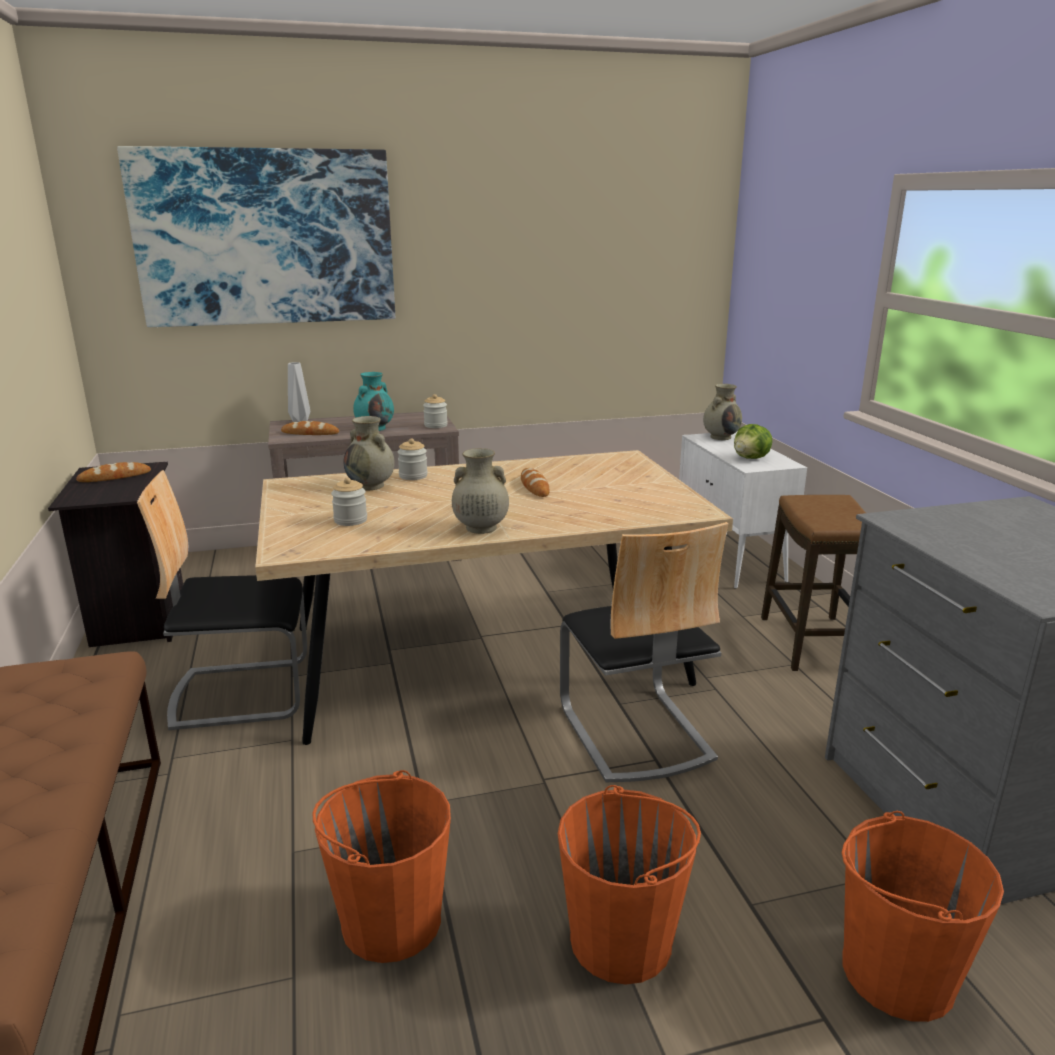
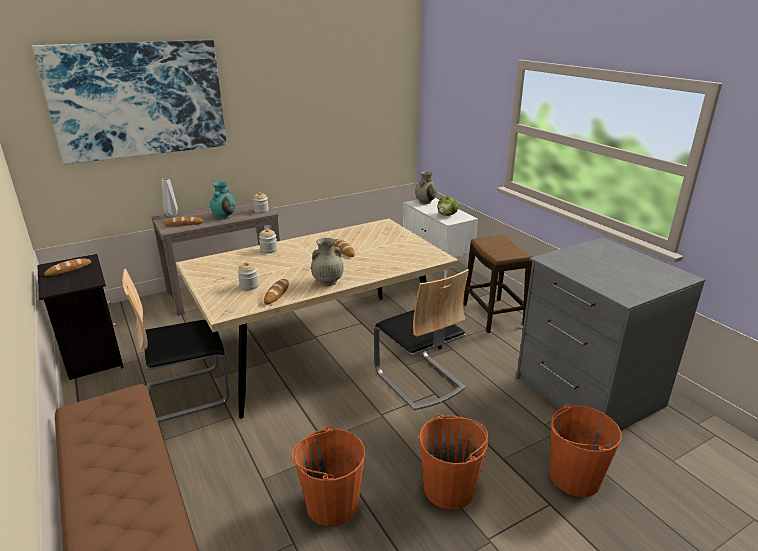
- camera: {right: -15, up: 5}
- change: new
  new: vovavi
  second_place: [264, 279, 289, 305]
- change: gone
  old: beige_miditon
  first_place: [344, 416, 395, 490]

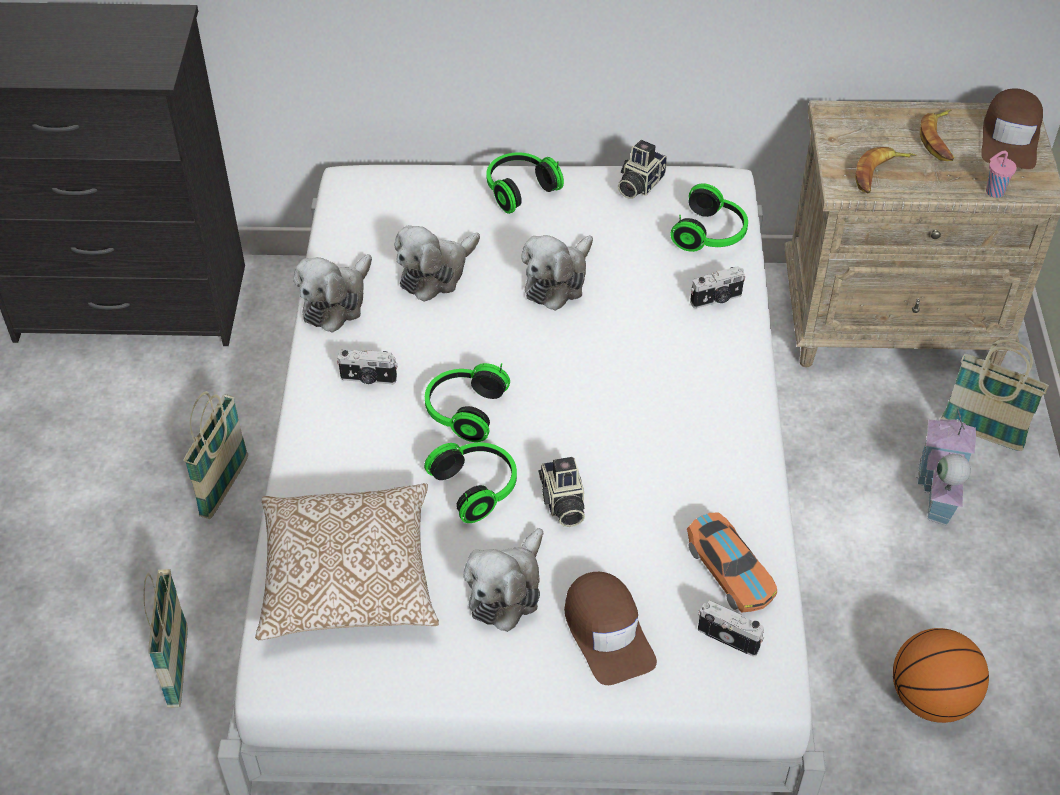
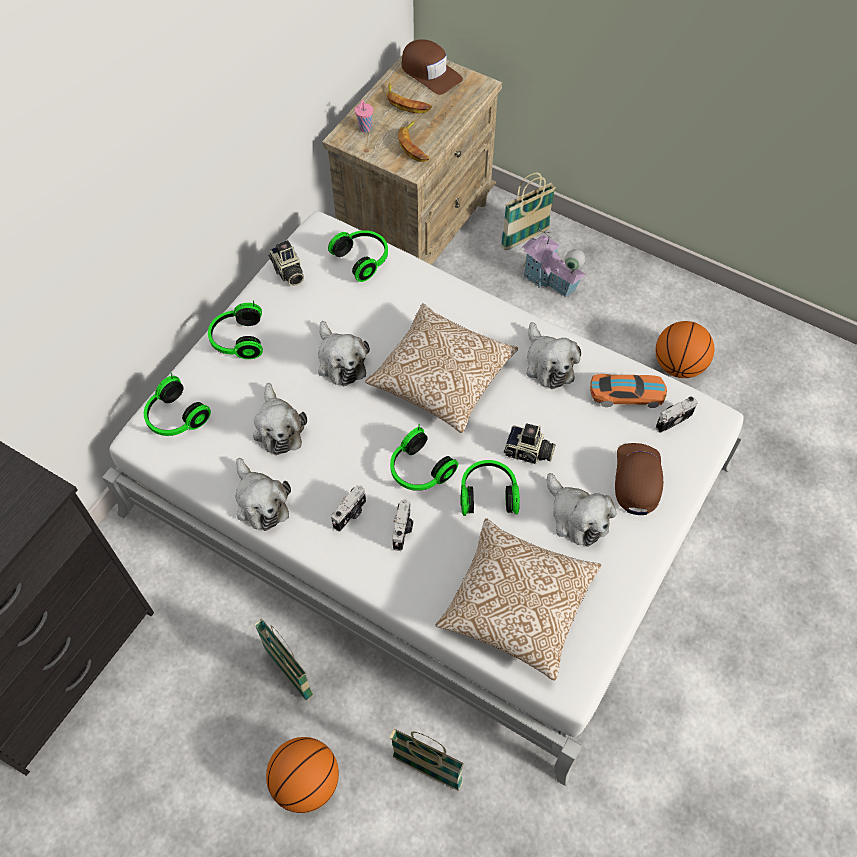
- camera: {right: -60, up: 10}
- change: new
  new: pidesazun
  second_place: [144, 372, 211, 436]
- change: new
  new: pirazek
  second_place: [266, 737, 339, 813]
- change: shifted
  old: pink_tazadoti
  first_place: [986, 151, 1017, 198]
  second_place: [355, 100, 373, 132]
- change: new
  new: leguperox
  second_place: [365, 303, 518, 433]
- change: shifted
  old: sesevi
  first_place: [690, 266, 745, 308]
  second_place: [392, 499, 413, 551]
- change: new
  new: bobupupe
  second_place: [526, 322, 581, 389]
- change: rotated
  old: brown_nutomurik
  first_place: [564, 572, 657, 685]
  second_place: [615, 443, 663, 515]
  degrees: -90

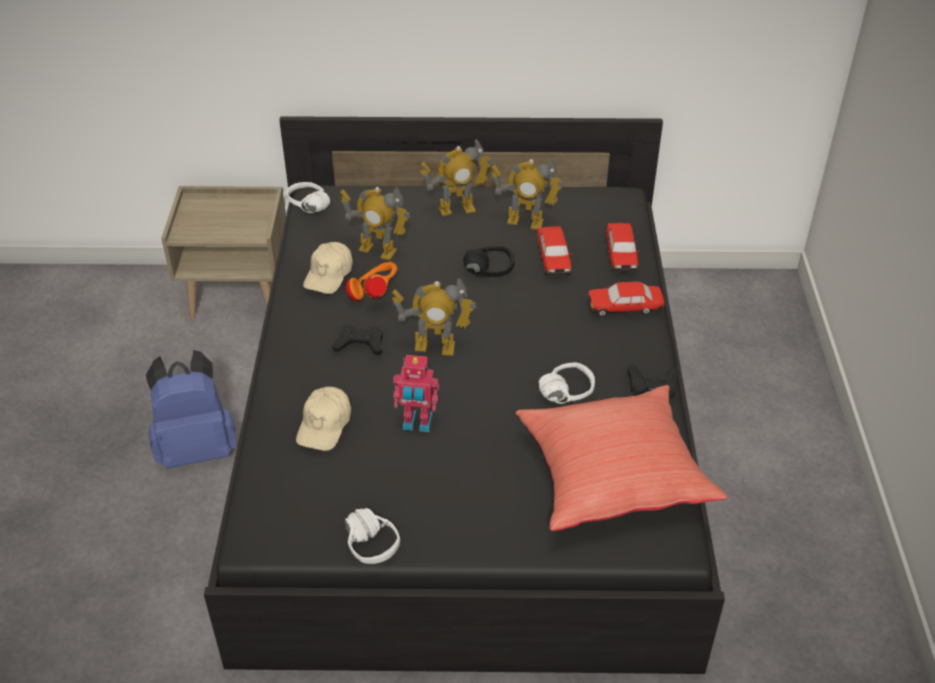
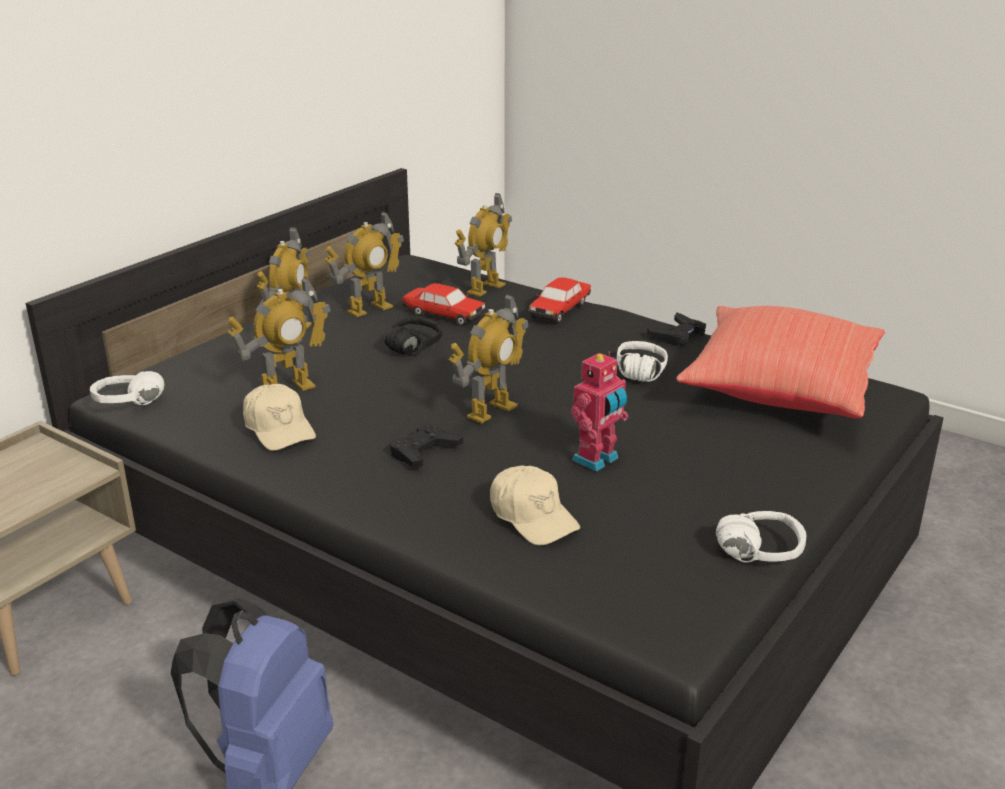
- camera: {right: -55, up: -15}
- change: swapped
  old: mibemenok
  new: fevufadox
  first_place: [606, 223, 640, 271]
  second_place: [455, 193, 512, 297]
- change: gone
  old: orange_pidesazun
  first_place: [345, 262, 398, 301]

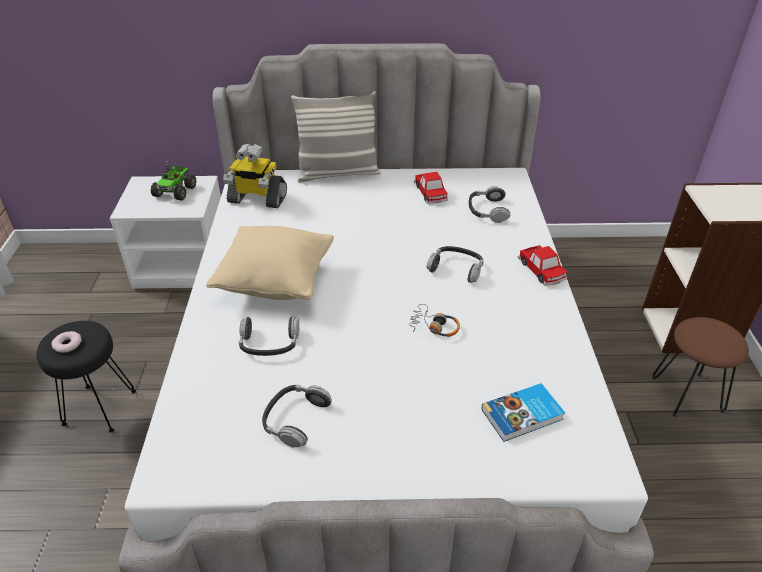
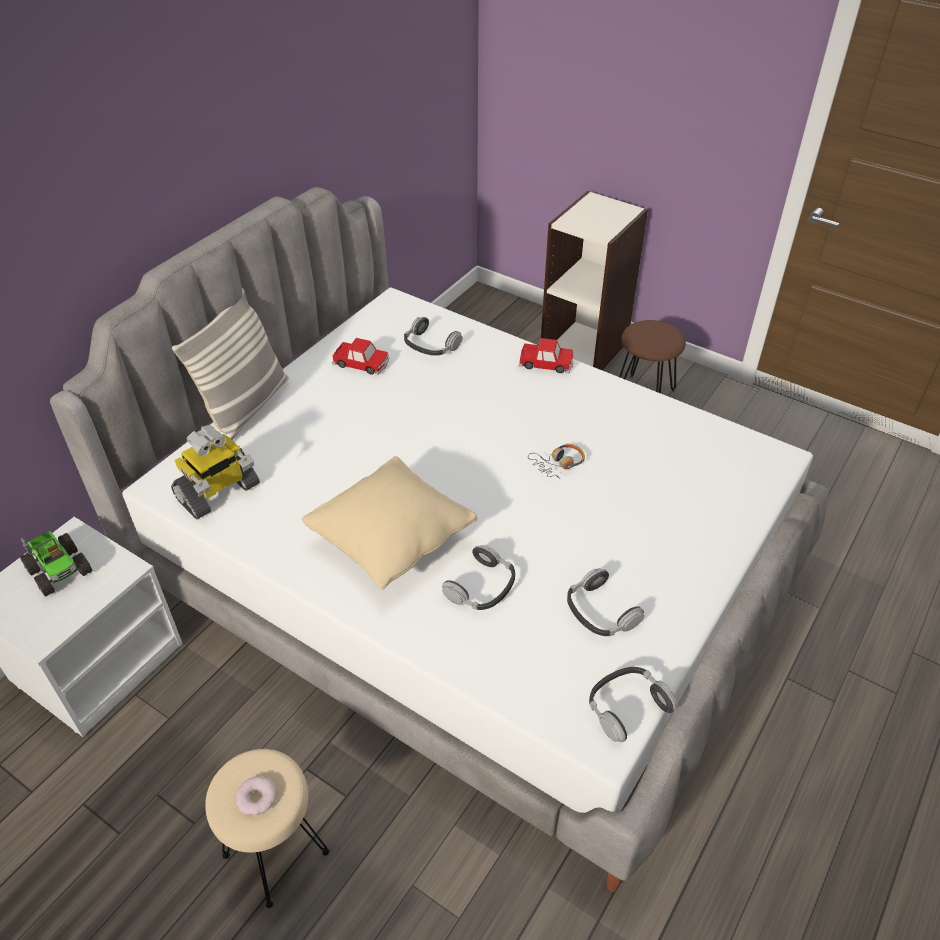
- camera: {right: -55, up: 5}
- change: repainted
  old: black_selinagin
  new: beige_selinagin
  first_place: [37, 321, 136, 432]
  second_place: [205, 749, 329, 908]
- change: shifted
  old: pidesazun
  first_place: [427, 246, 484, 283]
  second_place: [589, 667, 677, 742]
- change: gone
  old: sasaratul
  first_place: [482, 383, 565, 442]

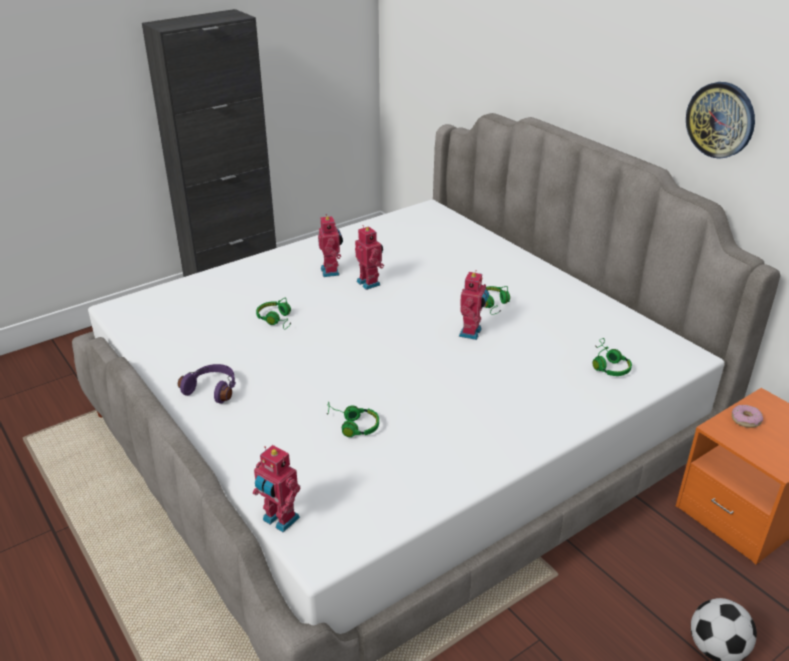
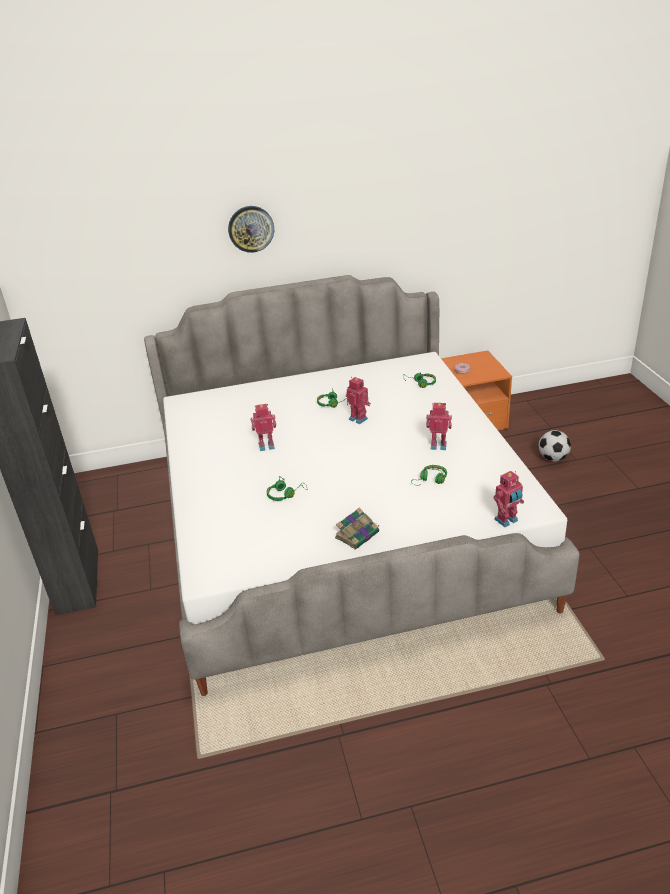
- camera: {right: -65, up: 0}
- change: shifted
  old: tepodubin
  first_place: [686, 82, 755, 159]
  second_place: [228, 206, 274, 253]
- change: swapped
  old: purple_pidesazun
  new: sasaratul
  first_place: [178, 364, 236, 404]
  second_place: [335, 507, 380, 549]
- change: shifted
  old: fevufadox
  first_place: [318, 214, 343, 277]
  second_place: [426, 403, 452, 450]

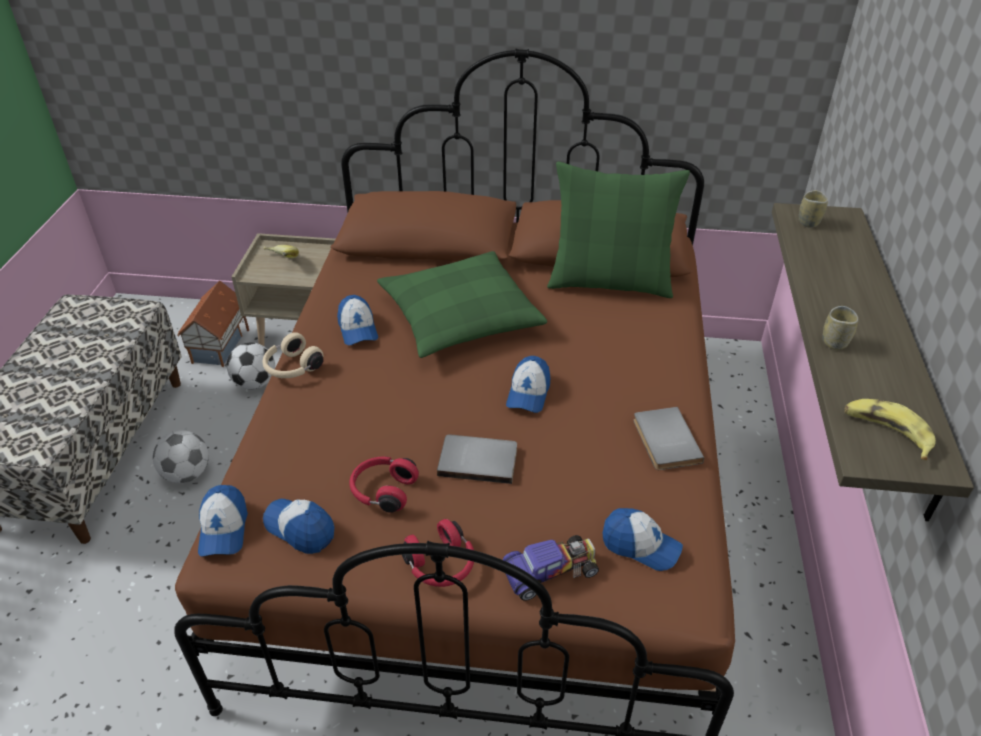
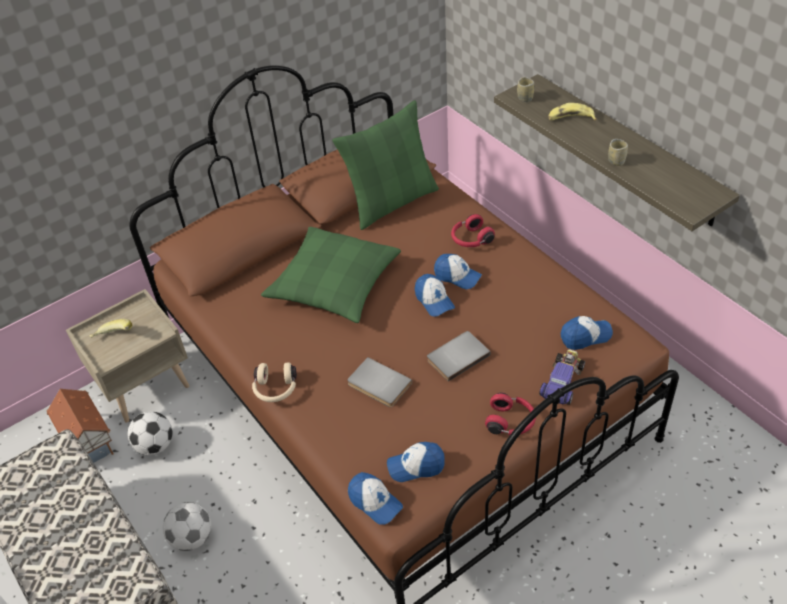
- camera: {right: -40, up: 5}
- change: shifted
  old: grey_sasaratul
  first_place: [633, 407, 704, 470]
  second_place: [347, 357, 412, 407]
- change: shifted
  old: nutomurik
  first_place: [337, 295, 378, 345]
  second_place: [434, 254, 482, 289]
- change: shifted
  old: red_pidesazun
  first_place: [350, 457, 419, 513]
  second_place: [451, 214, 495, 247]
- change: shifted
  old: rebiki
  first_place: [845, 399, 936, 460]
  second_place: [548, 103, 597, 120]

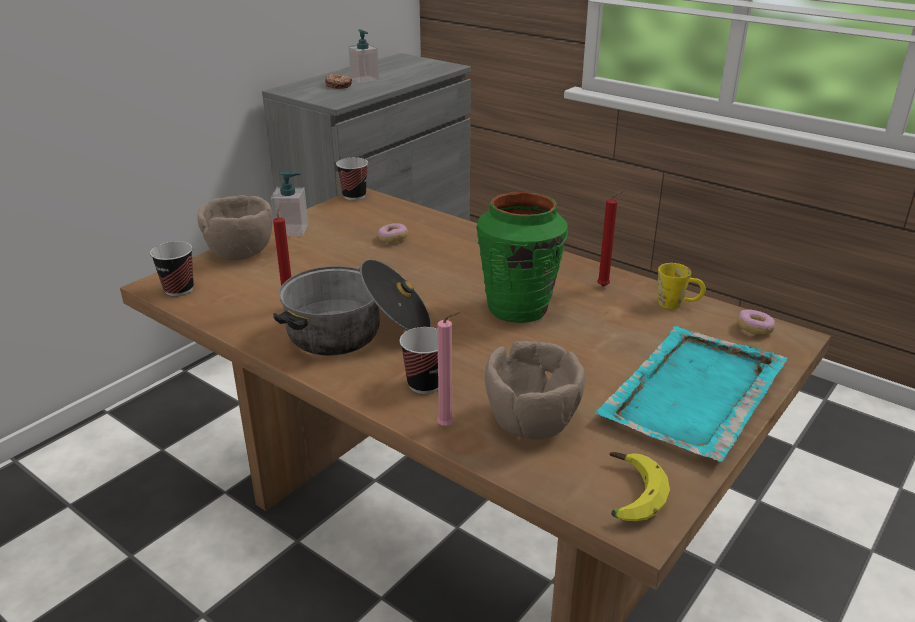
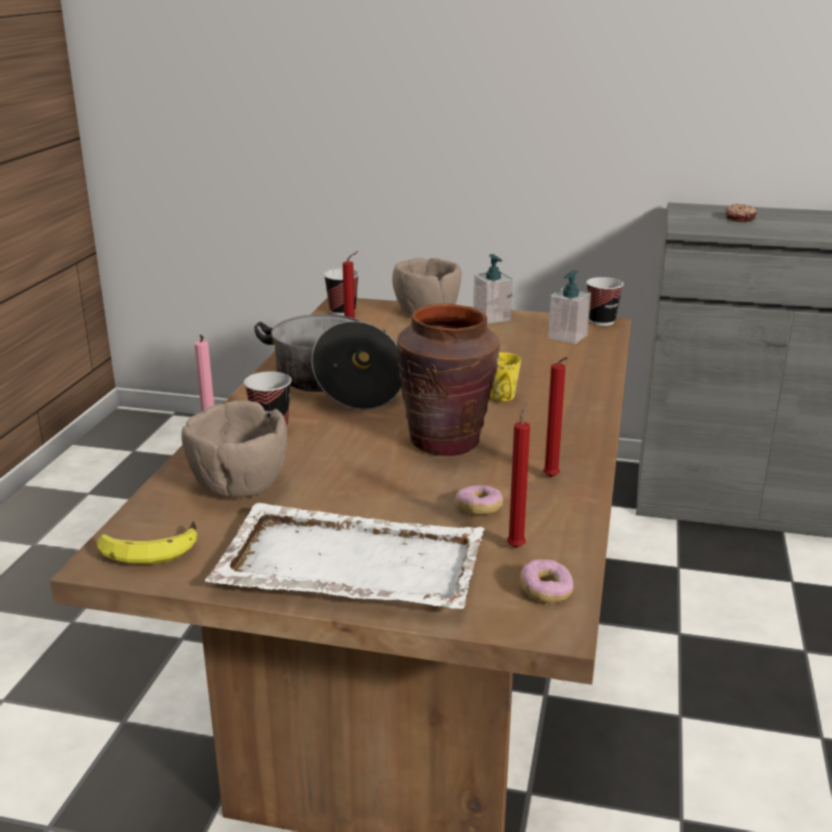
- camera: {right: 65, up: -5}
- change: repainted
  old: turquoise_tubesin
  new: white_tubesin
  first_place: [595, 326, 788, 462]
  second_place: [205, 503, 485, 609]
- change: repainted
  old: green_miditon
  new: brown_miditon
  first_place: [476, 192, 568, 323]
  second_place: [397, 304, 500, 456]
- change: shifted
  old: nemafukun
  first_place: [378, 223, 408, 243]
  second_place: [455, 485, 503, 515]
- change: shifted
  old: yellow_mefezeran
  first_place: [658, 263, 706, 309]
  second_place: [490, 352, 521, 401]
- change: new
  new: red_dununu
  second_place: [507, 404, 530, 548]
- change: shifted
  old: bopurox
  first_place: [348, 29, 379, 83]
  second_place: [548, 270, 591, 344]

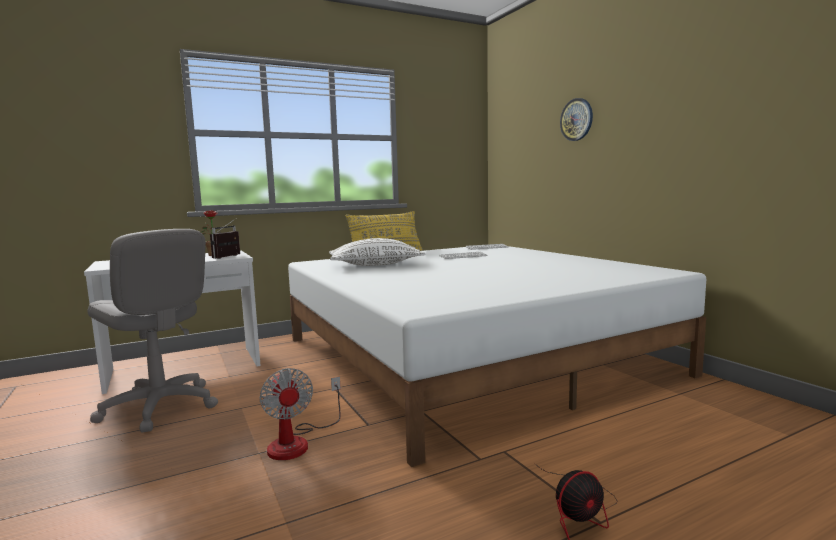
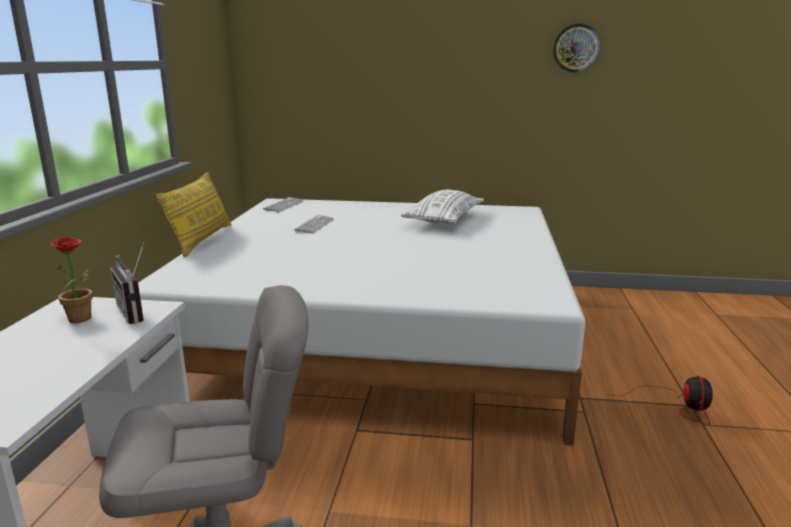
- camera: {right: -55, up: 10}
- change: shifted
  old: white_leguperox
  first_place: [329, 238, 426, 266]
  second_place: [401, 190, 484, 224]
- change: shifted
  old: tepodubin
  first_place: [560, 98, 593, 141]
  second_place: [553, 24, 601, 72]
- change: gone
  old: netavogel
  first_place: [260, 368, 341, 460]

